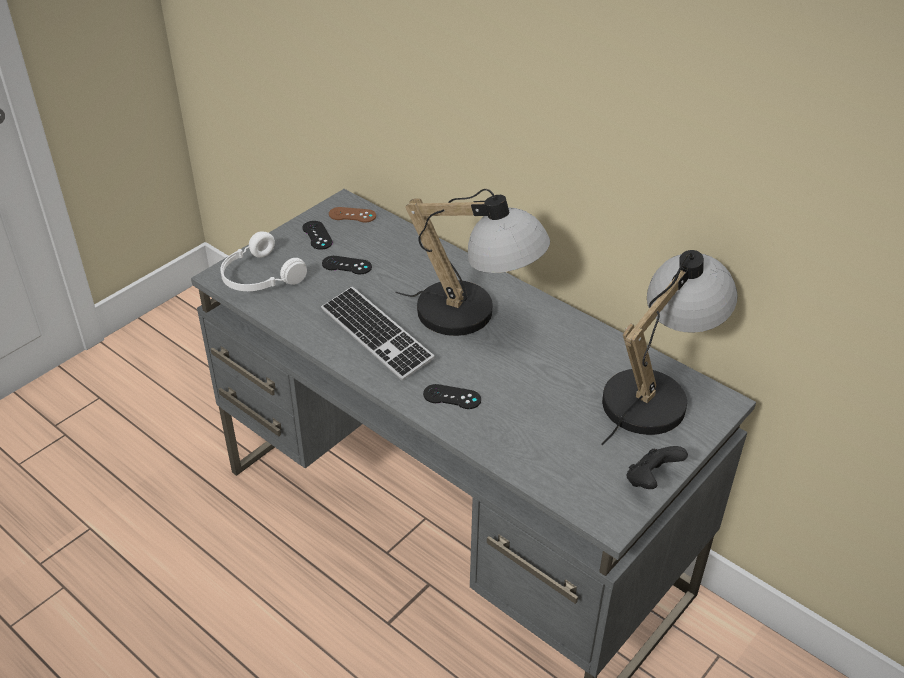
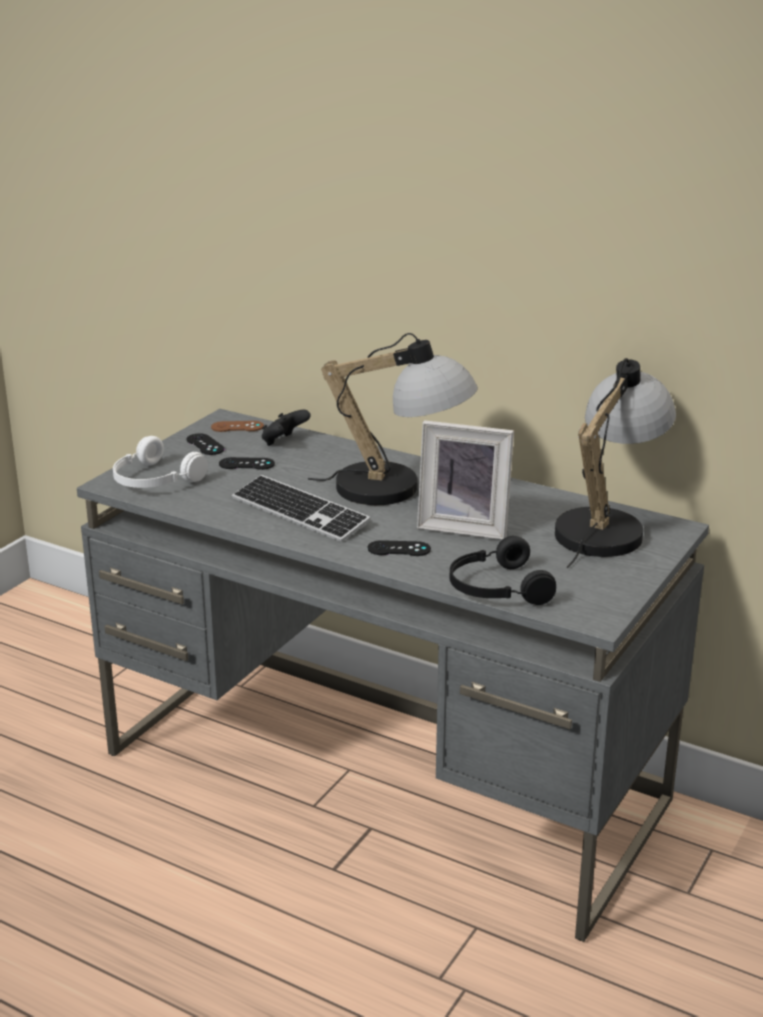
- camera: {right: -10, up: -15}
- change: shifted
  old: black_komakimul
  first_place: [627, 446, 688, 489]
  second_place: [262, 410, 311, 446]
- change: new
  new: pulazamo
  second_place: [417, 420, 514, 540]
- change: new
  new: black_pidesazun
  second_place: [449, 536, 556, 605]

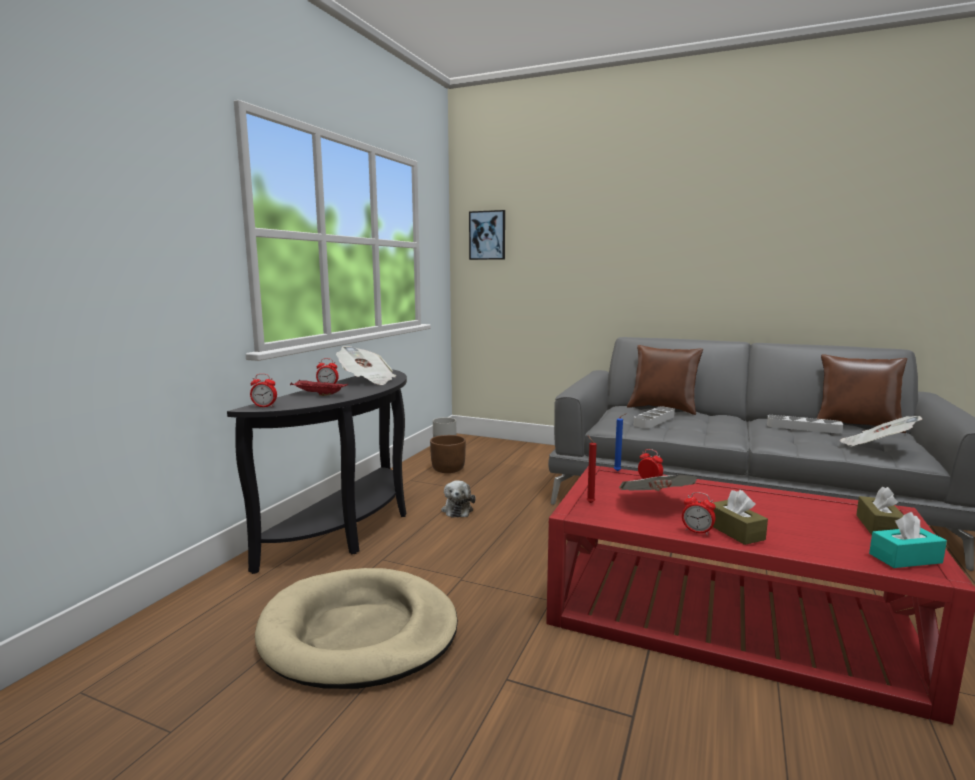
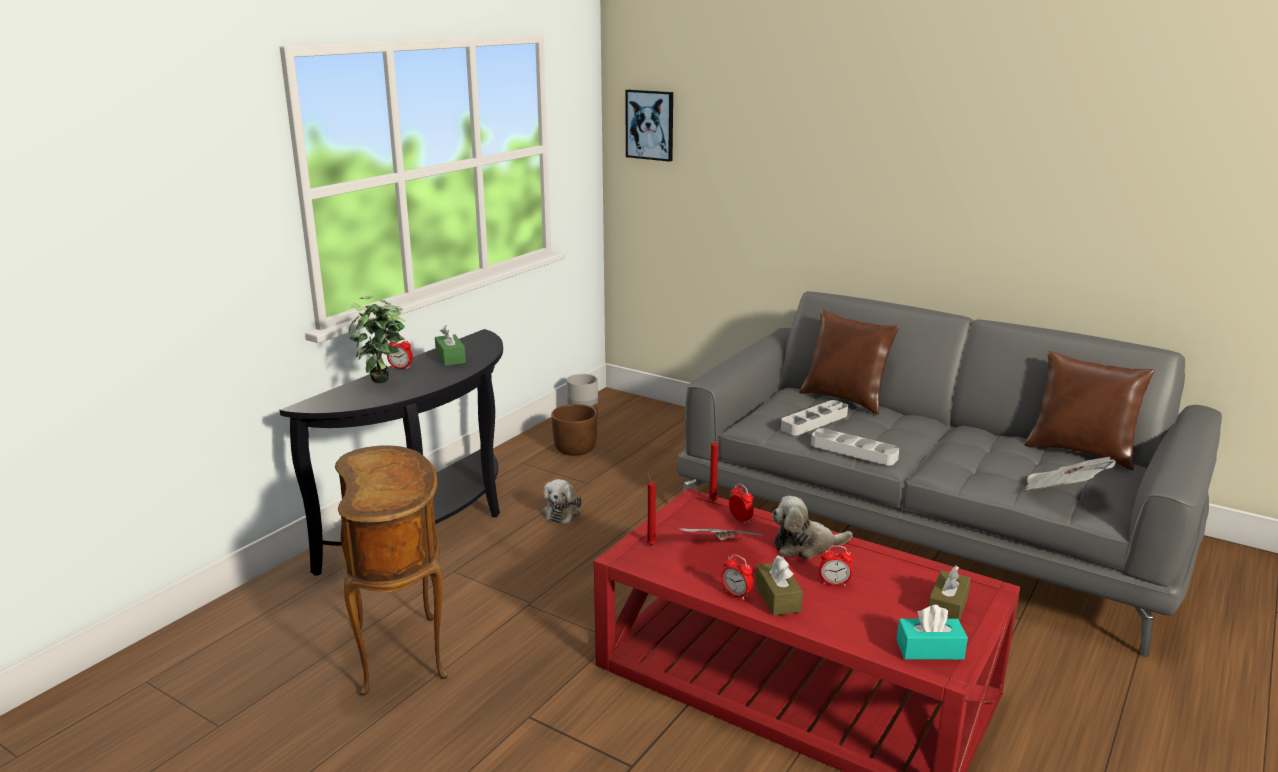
- camera: {right: 10, up: 10}
- change: swapped
  old: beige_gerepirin
  new: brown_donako
  first_place: [255, 568, 458, 689]
  second_place: [335, 445, 448, 696]
- change: swapped
  old: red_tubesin
  new: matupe
  first_place: [290, 380, 348, 396]
  second_place: [348, 295, 405, 383]
- change: swapped
  old: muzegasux
  new: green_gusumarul
  first_place: [336, 346, 396, 385]
  second_place: [435, 325, 466, 366]
- change: repainted
  old: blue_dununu
  new: red_dununu
  first_place: [614, 413, 627, 471]
  second_place: [709, 438, 722, 501]
- change: new
  new: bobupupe
  second_place: [772, 496, 852, 559]
- change: shifted
  old: grey_tubesin
  first_place: [767, 415, 843, 434]
  second_place: [811, 428, 899, 465]
- change: shifted
  old: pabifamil
  first_place: [250, 374, 277, 407]
  second_place: [819, 545, 853, 586]

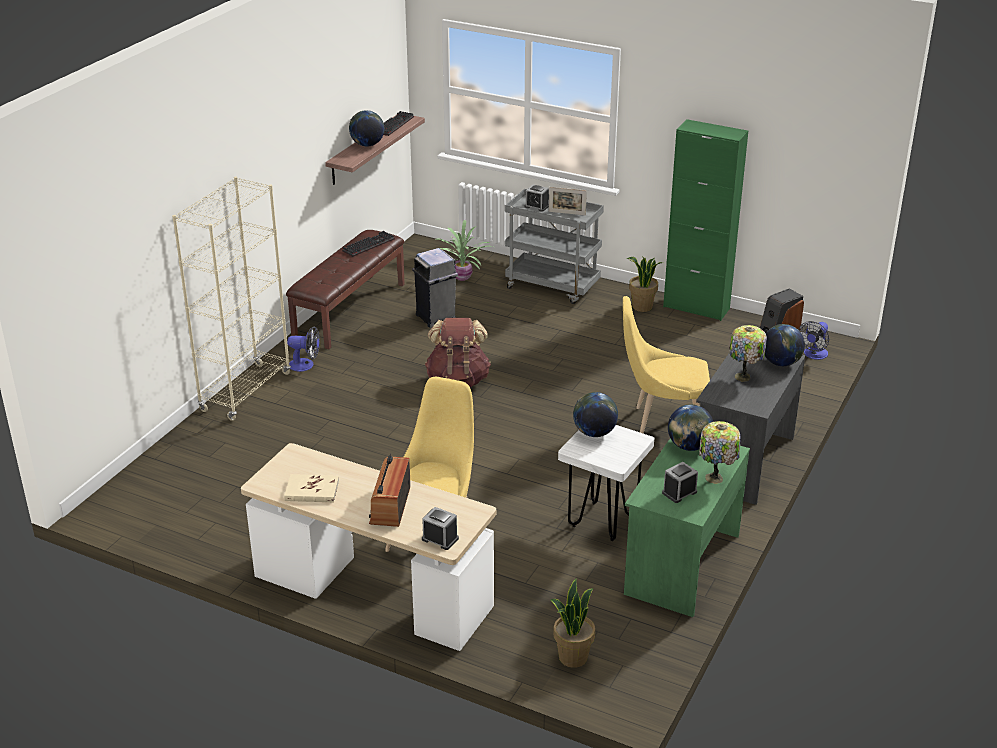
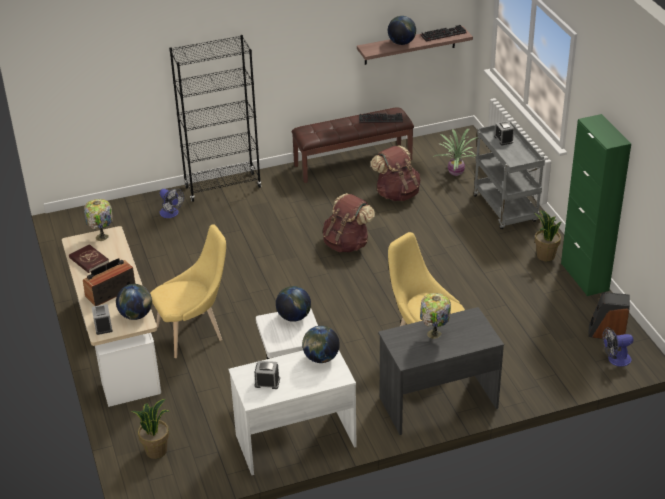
- camera: {right: 45, up: 5}
- change: repainted
  old: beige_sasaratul
  new: red_sasaratul
  first_place: [284, 474, 339, 502]
  second_place: [69, 244, 109, 273]
- change: shifted
  old: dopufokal
  first_place: [699, 421, 740, 484]
  second_place: [84, 199, 113, 241]
- change: shifted
  old: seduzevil
  first_place: [765, 324, 805, 366]
  second_place: [116, 284, 152, 320]
- change: shifted
  old: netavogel
  first_place: [287, 326, 320, 372]
  second_place: [160, 189, 184, 218]
- change: repainted
  old: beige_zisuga
  new: black_zisuga
  first_place: [172, 176, 291, 421]
  second_place: [169, 35, 261, 202]
- change: repainted
  old: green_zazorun
  new: white_zazorun
  first_place: [624, 438, 750, 617]
  second_place: [228, 351, 357, 475]
- change: swapped
  old: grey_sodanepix
  new: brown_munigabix
  first_place: [412, 248, 458, 328]
  second_place: [371, 145, 420, 201]
- change: gone
  old: pulazamo
  first_place: [549, 187, 587, 215]

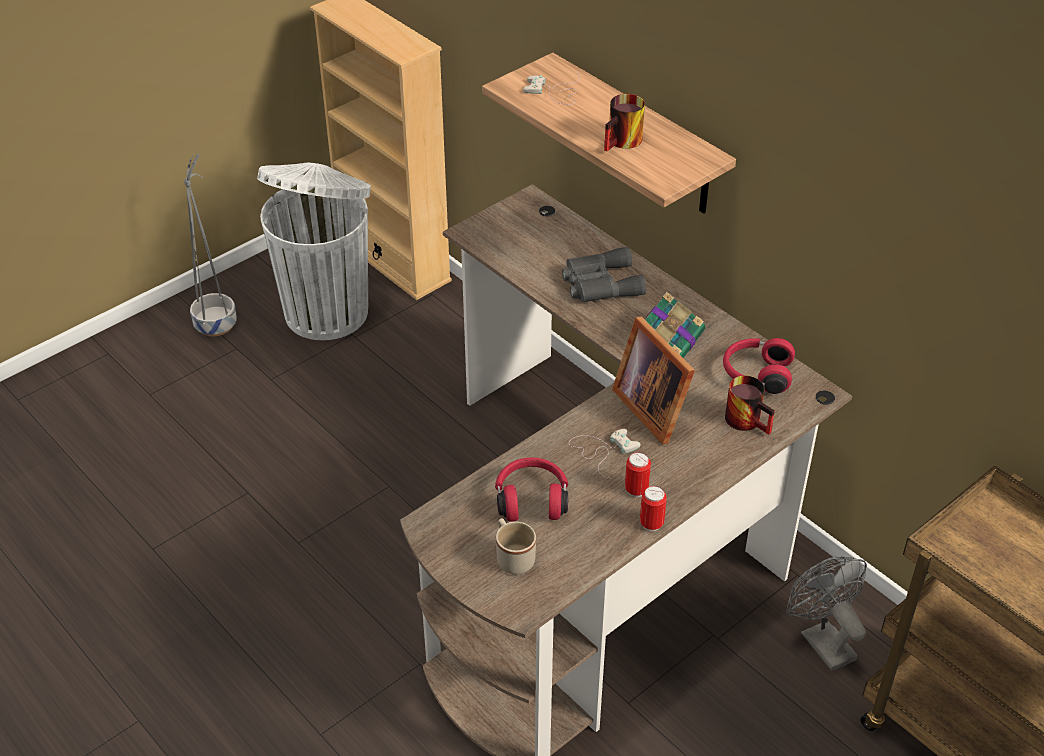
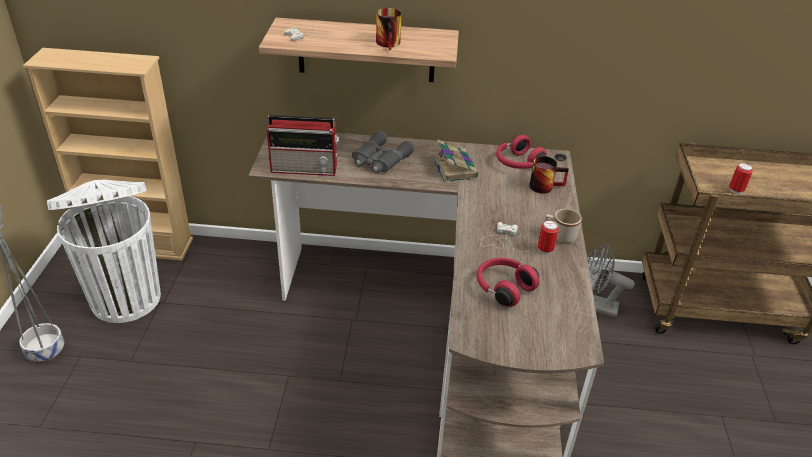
- camera: {right: -45, up: -5}
- change: new
  new: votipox
  second_place: [267, 115, 339, 176]
- change: shifted
  old: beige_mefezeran
  first_place: [496, 518, 536, 574]
  second_place: [545, 209, 582, 243]
- change: shifted
  old: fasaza
  first_place: [640, 486, 667, 531]
  second_place: [729, 163, 753, 194]
- change: gone
  old: pulazamo
  first_place: [612, 316, 695, 445]

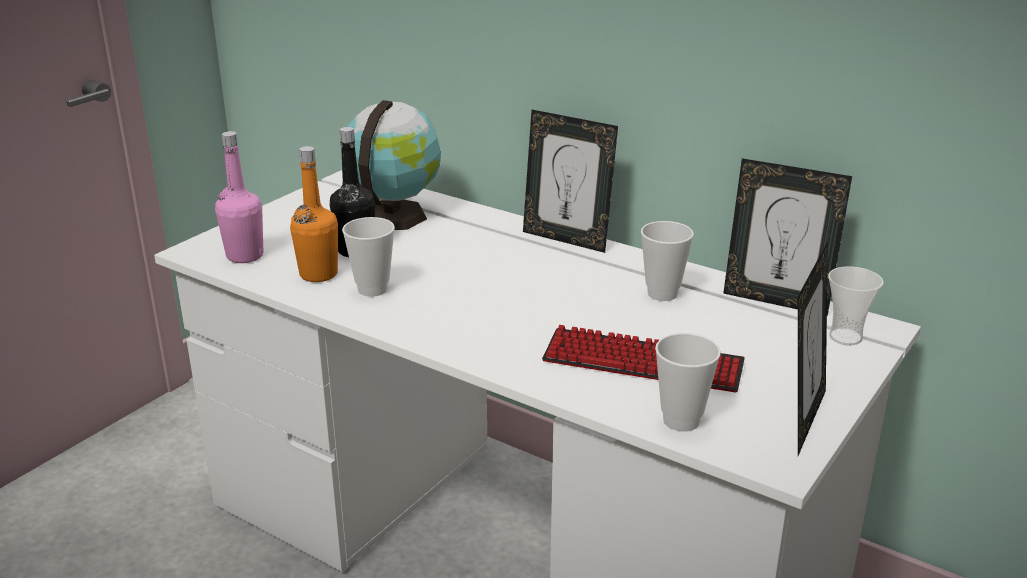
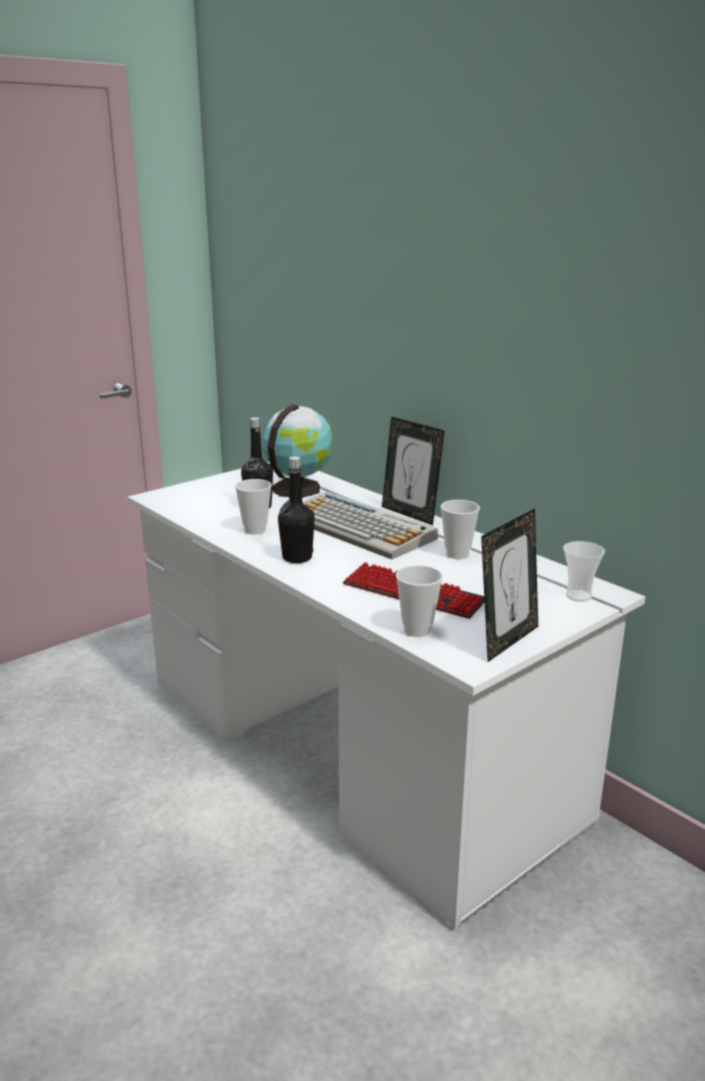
- camera: {right: 15, up: -5}
- change: new
  new: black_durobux
  second_place: [278, 456, 315, 563]
- change: new
  new: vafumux
  second_place: [303, 491, 438, 560]
- change: gone
  old: pink_durobux
  first_place: [215, 131, 263, 263]
- change: gone
  old: orange_durobux
  first_place: [290, 146, 338, 282]
- change: gone
  old: pulazamo
  first_place: [723, 158, 852, 316]

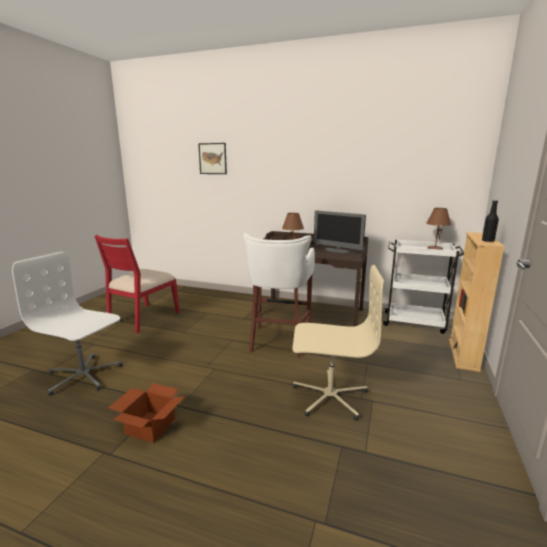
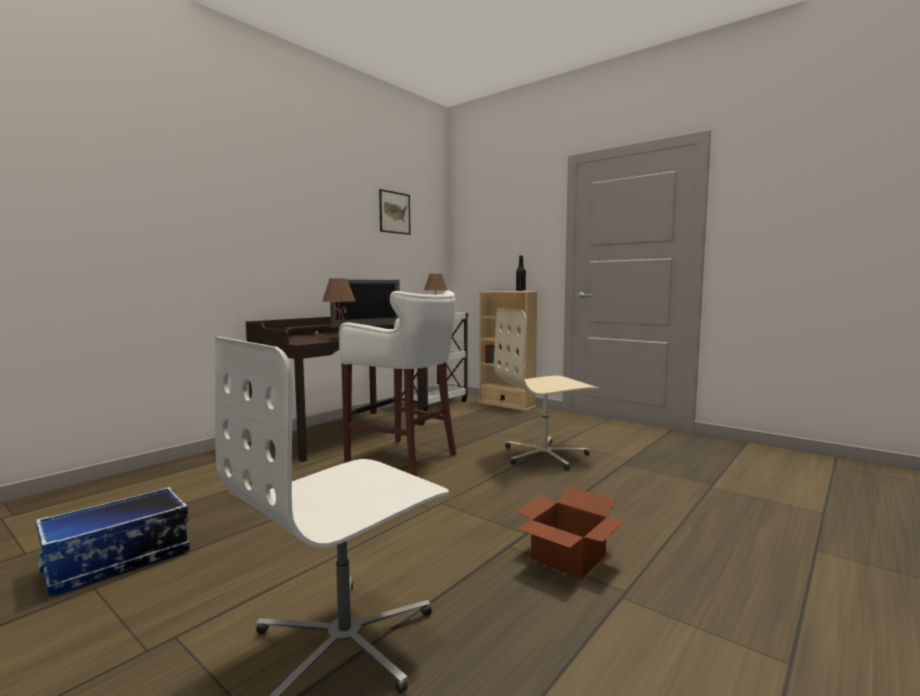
- camera: {right: -70, up: -10}
- change: swapped
  old: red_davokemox
  new: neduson
  first_place: [95, 235, 180, 333]
  second_place: [36, 487, 190, 596]
- change: shifted
  old: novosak
  first_place: [198, 143, 227, 174]
  second_place: [379, 189, 411, 235]
- change: rotated
  old: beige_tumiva
  first_place: [292, 265, 384, 420]
  second_place: [494, 308, 599, 470]
  degrees: -135

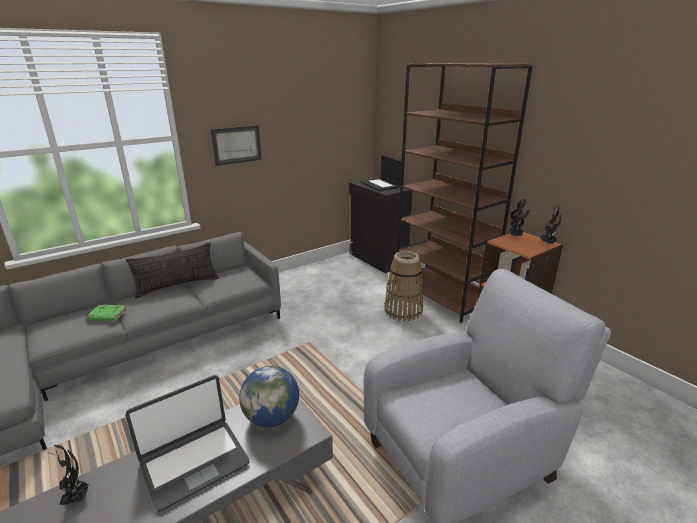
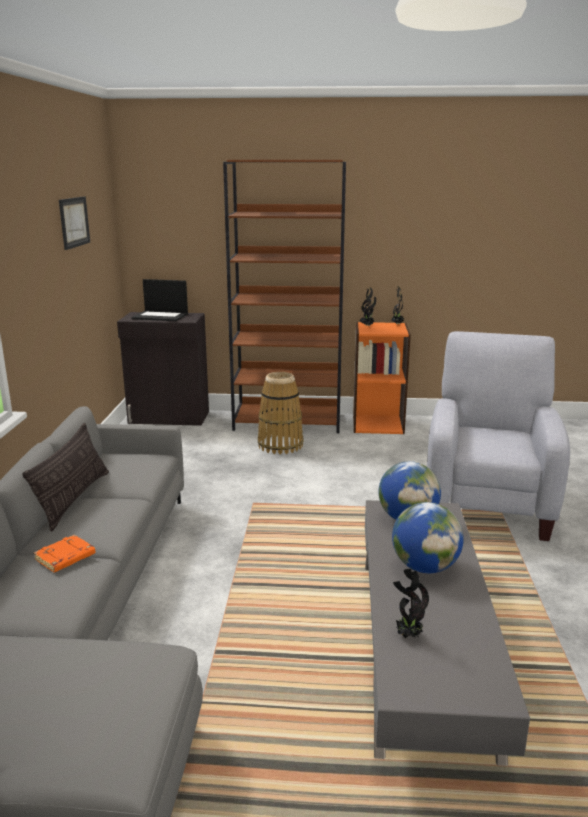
- camera: {right: -50, up: -5}
- change: repainted
  old: green_sasaratul
  new: orange_sasaratul
  first_place: [86, 305, 126, 321]
  second_place: [34, 535, 96, 573]
- change: shifted
  old: novosak
  first_place: [211, 125, 262, 166]
  second_place: [59, 196, 90, 250]
- change: swapped
  old: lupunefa
  new: seduzevil
  first_place: [125, 375, 249, 512]
  second_place: [392, 502, 464, 573]

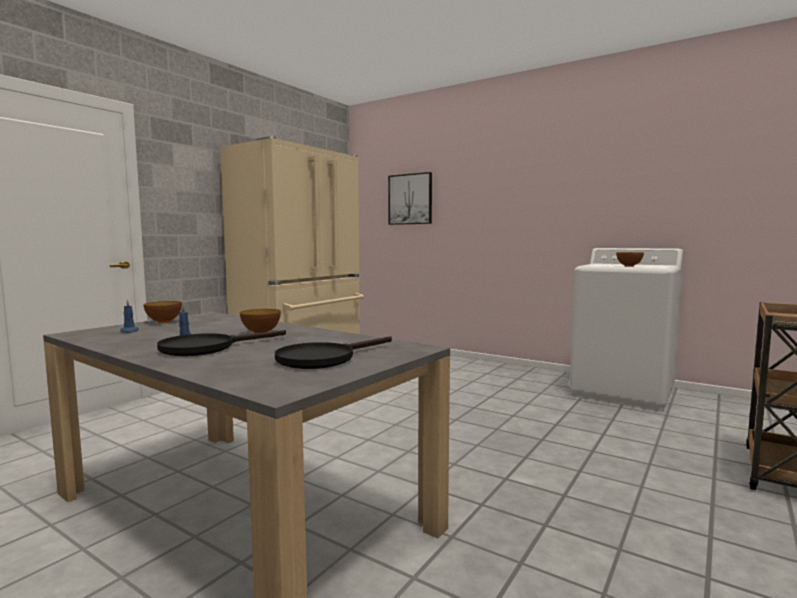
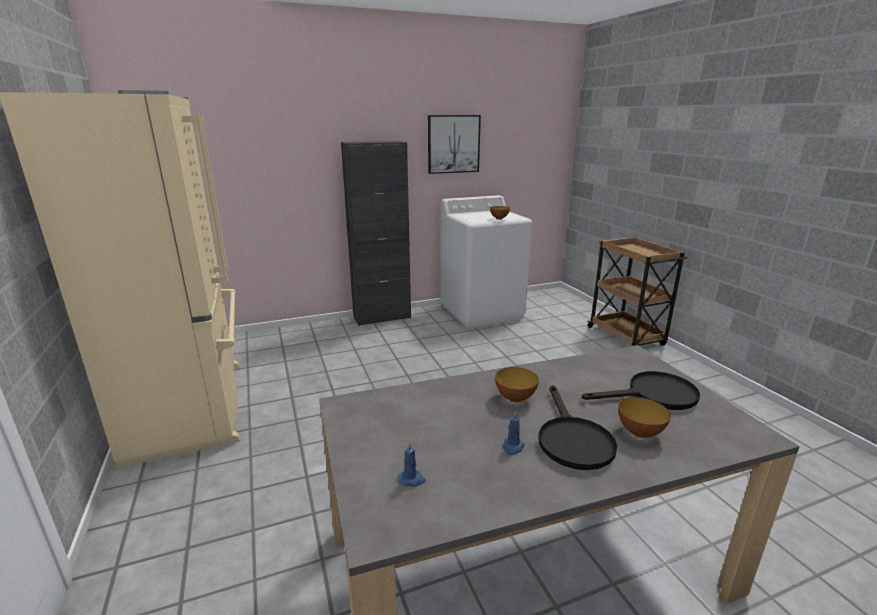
- camera: {right: -55, up: 15}
- change: new
  new: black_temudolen
  second_place: [341, 141, 411, 326]
- change: shifted
  old: novosak
  first_place: [388, 172, 432, 225]
  second_place: [428, 115, 481, 174]
- change: rotated
  old: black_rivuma
  first_place: [275, 336, 392, 369]
  second_place: [582, 371, 700, 410]
  degrees: -90
- change: shifted
  old: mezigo
  first_place: [143, 301, 182, 324]
  second_place: [618, 397, 671, 438]

